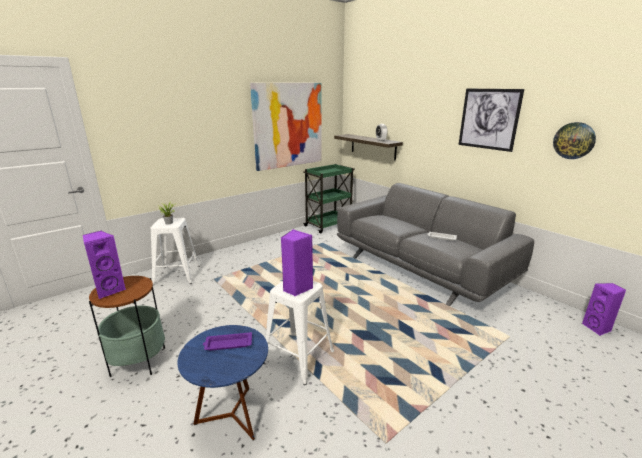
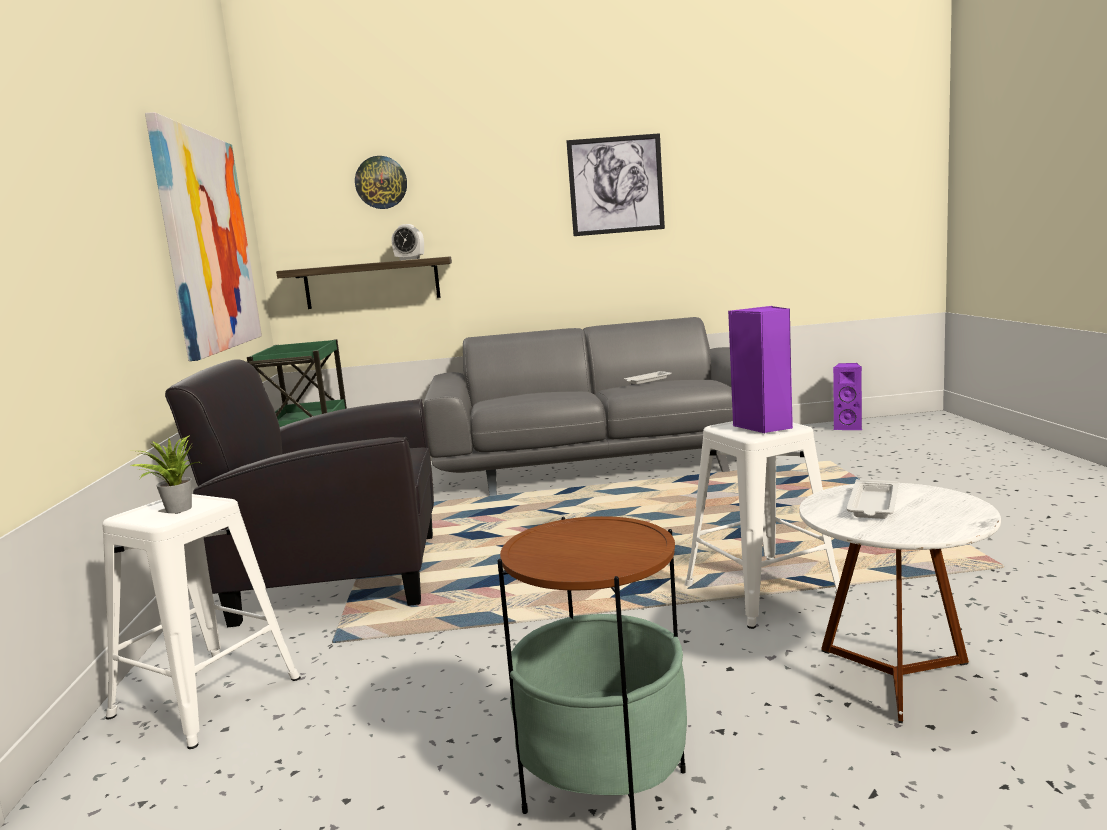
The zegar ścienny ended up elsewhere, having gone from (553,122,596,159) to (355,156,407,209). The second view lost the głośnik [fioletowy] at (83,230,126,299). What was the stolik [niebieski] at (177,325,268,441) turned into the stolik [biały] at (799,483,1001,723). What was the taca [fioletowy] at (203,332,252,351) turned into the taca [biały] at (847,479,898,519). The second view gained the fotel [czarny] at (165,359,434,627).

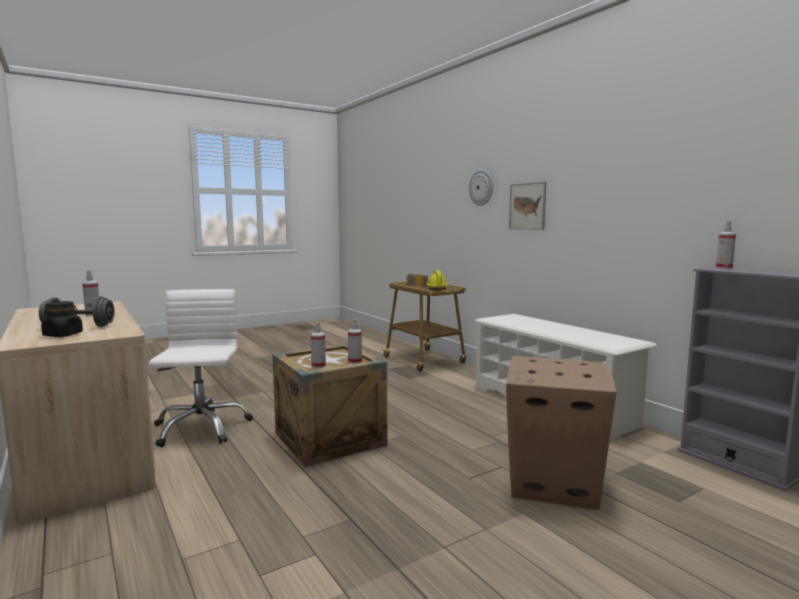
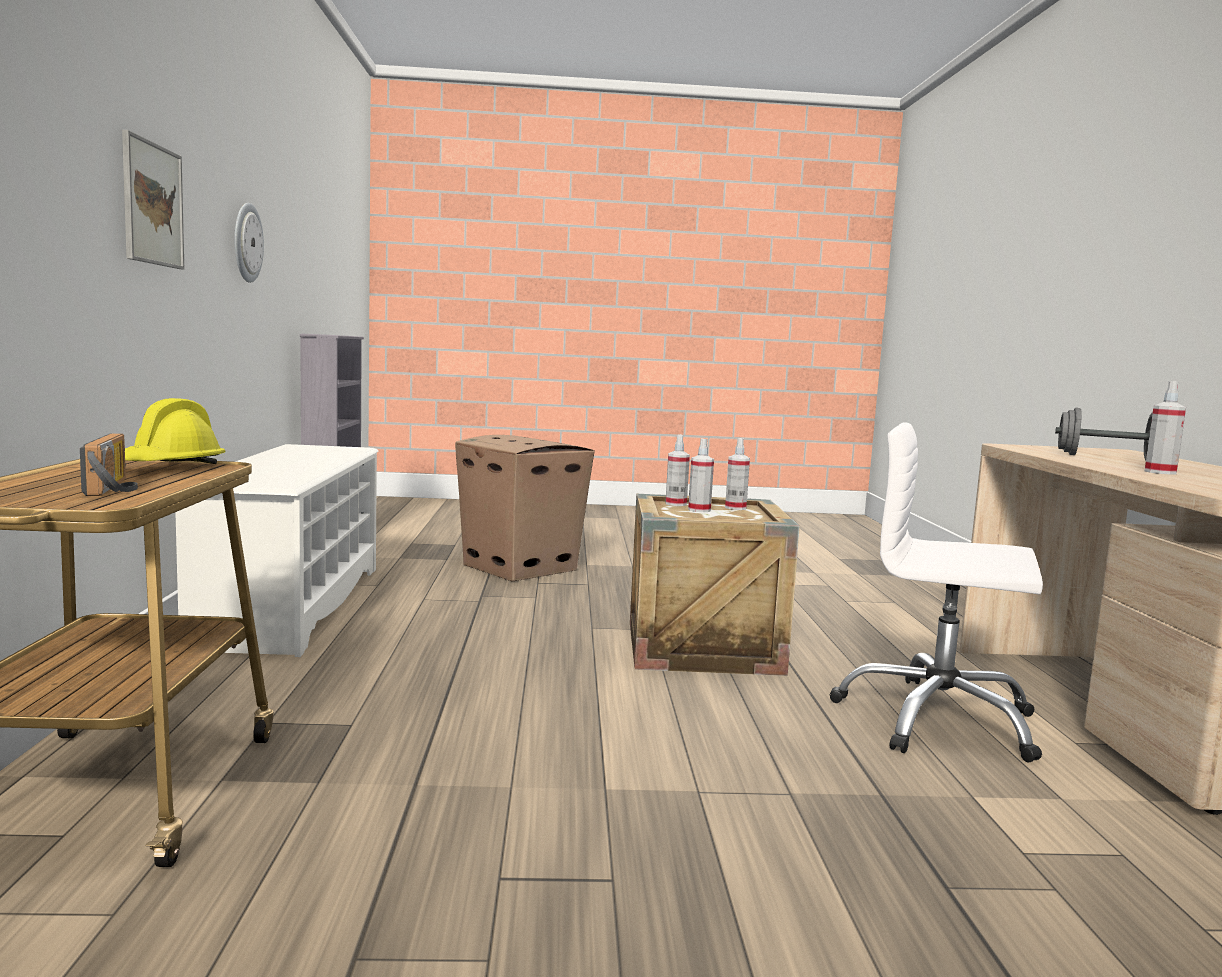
The zegar ścienny ended up elsewhere, having gone from (469,169,493,206) to (234,203,264,283). The spryskiwacz ended up elsewhere, having gone from (716,221,736,269) to (688,438,714,512). The krzesło biurowe [biały] at (149,289,253,447) ended up facing another way, 90 degrees clockwise from before. The second view lost the słoik [czarny] at (41,301,83,337).

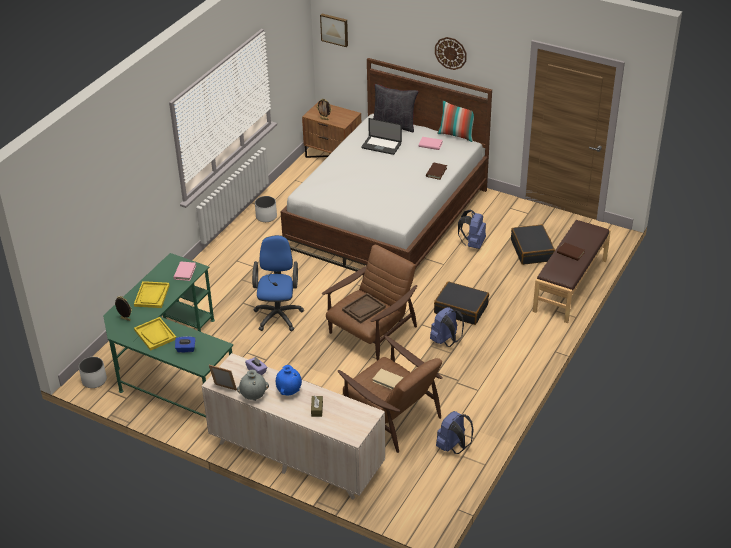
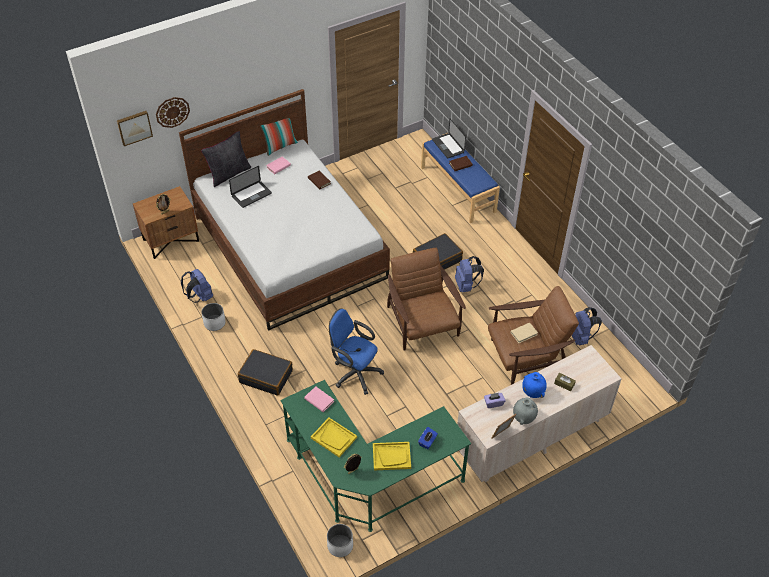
The zegar ścienny ended up elsewhere, having gone from (435,37,467,70) to (156,97,190,128). The plecak [niebieski] ended up elsewhere, having gone from (458,210,486,249) to (181,269,213,303). What was the ławka [brązowy] at (533,220,611,323) turned into the ławka [niebieski] at (421,133,500,223). The walizka [czarny] ended up elsewhere, having gone from (511,224,555,265) to (238,349,293,396). The second view lost the taca [brązowy] at (342,293,386,324). The second view gained the laptop at (432,118,466,158).

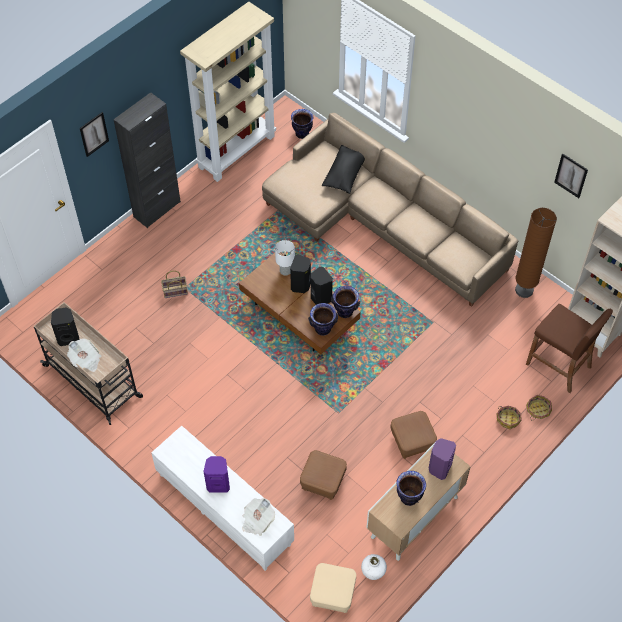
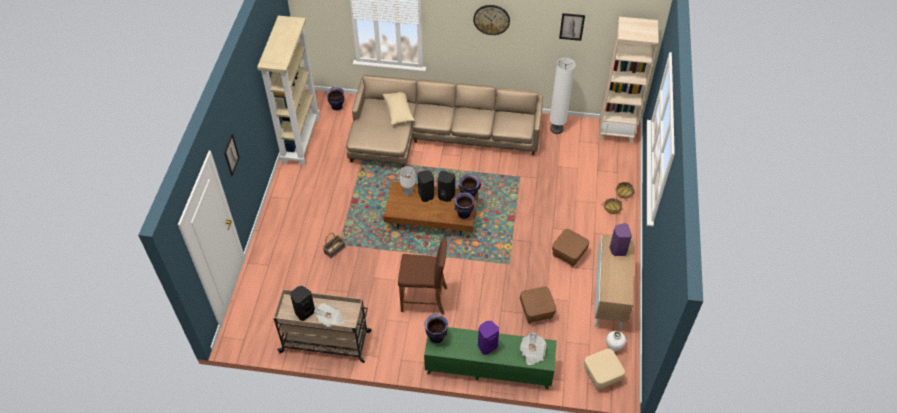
The second view lost the szafka [czarny] at (113,92,181,228). What was the poduszka [czarny] at (322,145,365,194) turned into the poduszka [beżowy] at (383,92,415,125). What was the lampa stojąca [brązowy] at (515,208,557,298) turned into the lampa stojąca [biały] at (550,58,575,134). The stołek [brązowy] ended up elsewhere, having gone from (526,304,613,393) to (398,237,447,315). What was the szafka pod telewizor [biały] at (151,426,294,571) turned into the szafka pod telewizor [zielony] at (424,327,557,389). The wazon ended up elsewhere, having gone from (396,471,426,506) to (424,314,448,343). The second view gained the zegar ścienny at (473,5,510,35).

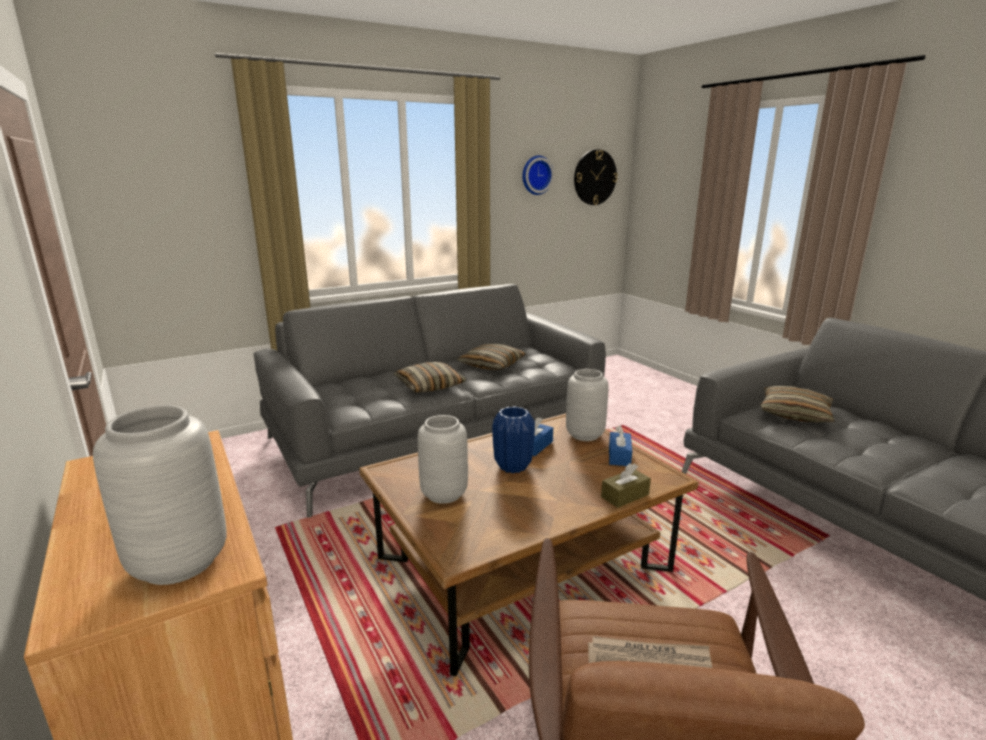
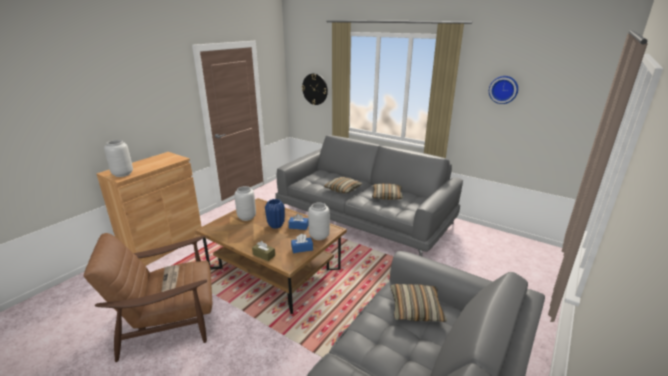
The zegar ścienny ended up elsewhere, having gone from (574,149,617,205) to (302,73,328,105).

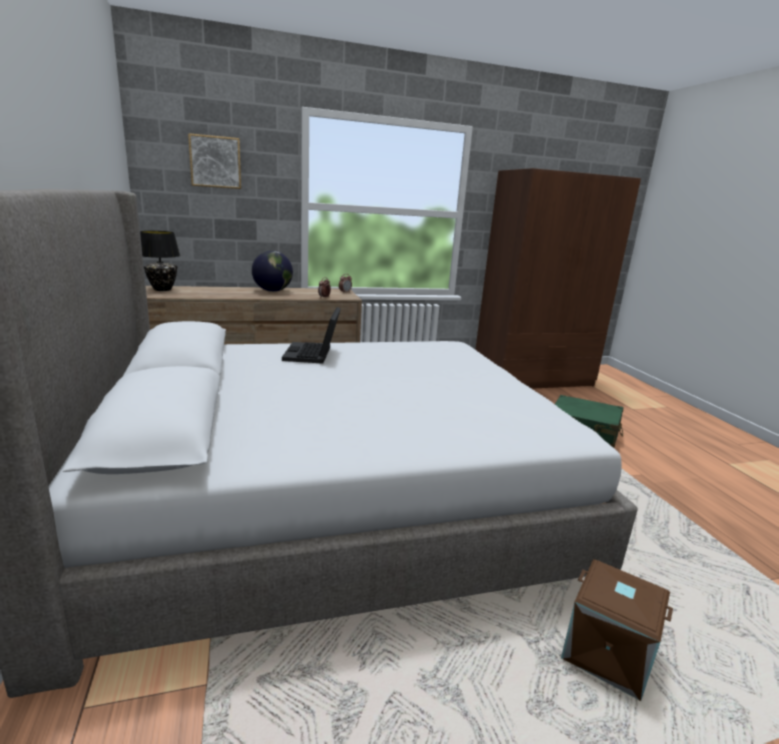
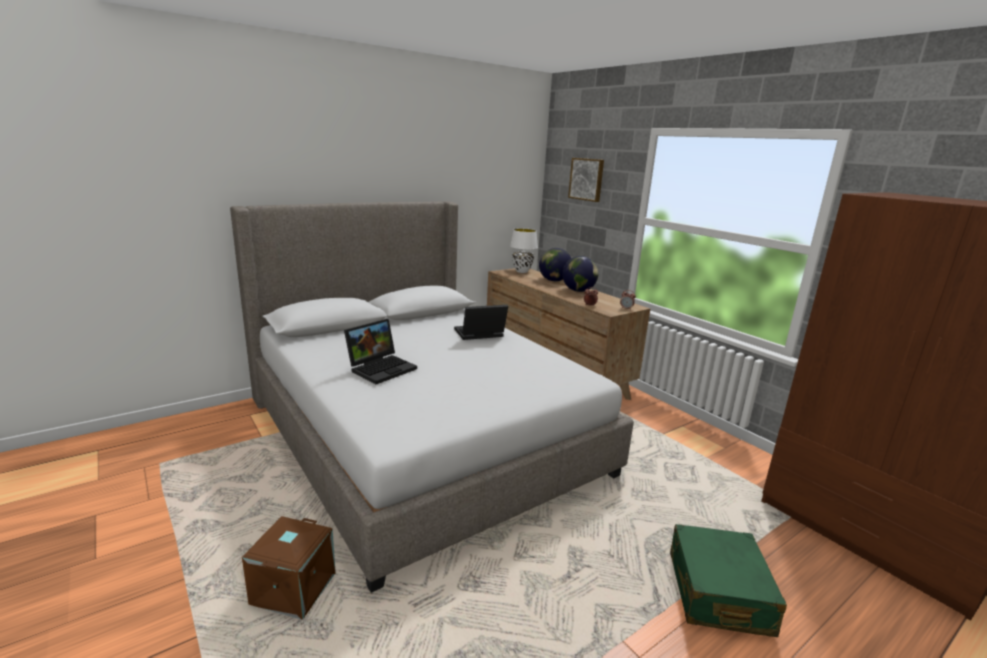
What was the lampa stołowa [czarny] at (140,231,180,291) turned into the lampa stołowa [biały] at (510,228,538,273). The second view gained the globus at (539,248,571,281). The second view gained the laptop at (344,319,417,384).

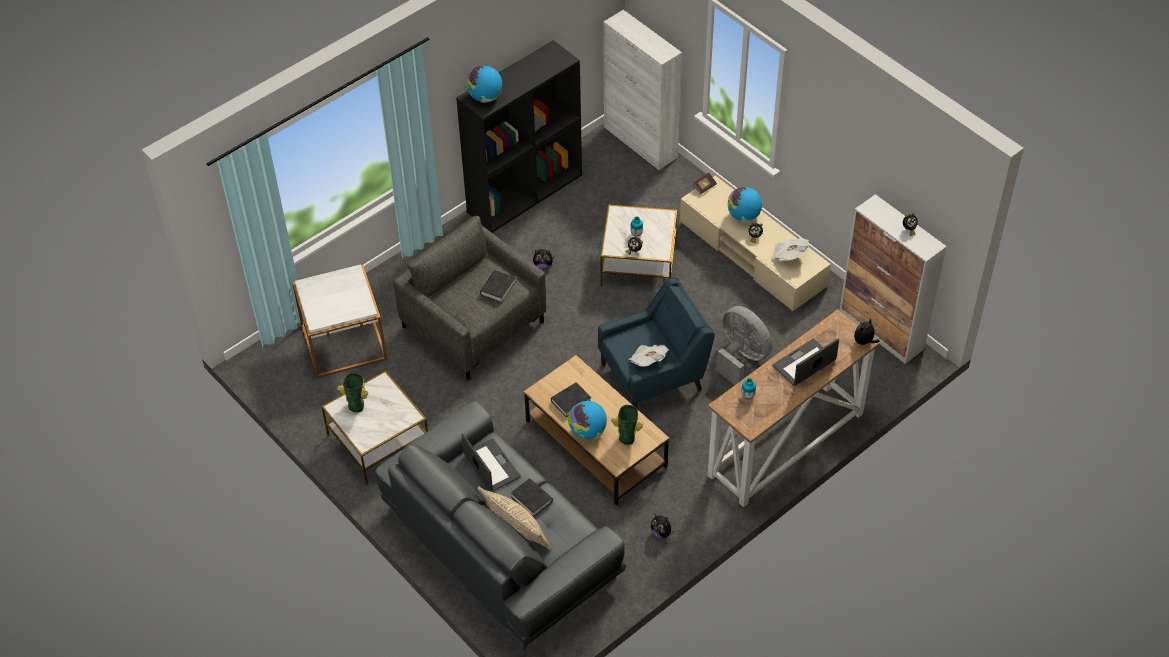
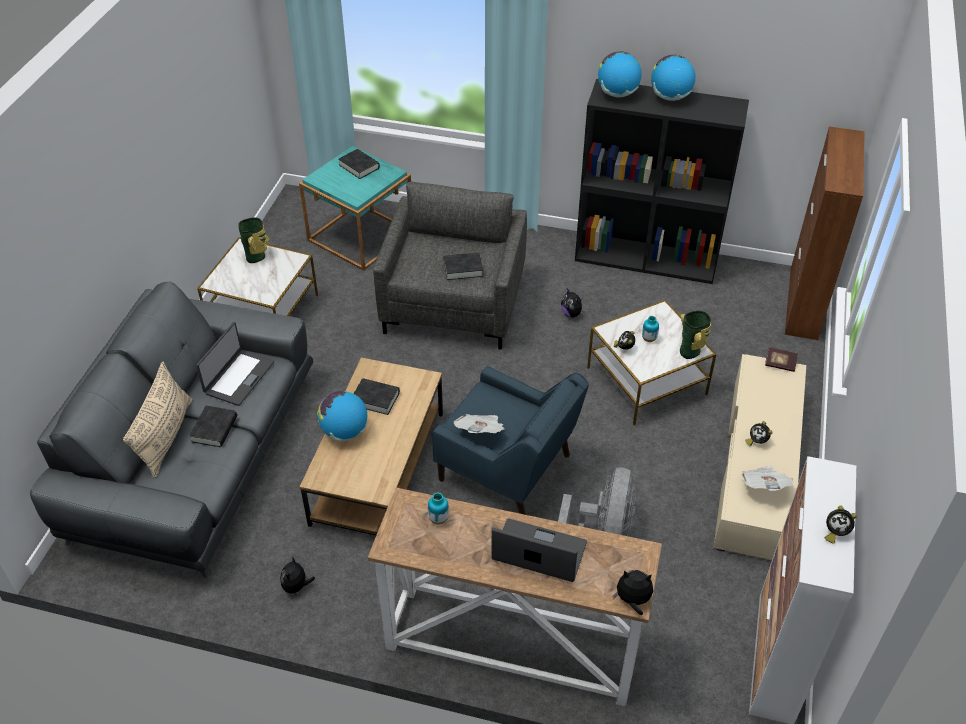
What was the szafka [biały] at (603,10,682,170) turned into the szafka [brązowy] at (785,127,865,340). The globus ended up elsewhere, having gone from (728,187,762,222) to (651,55,695,101). What was the stolik [biały] at (292,264,387,378) turned into the stolik [turkusowy] at (299,146,411,270). The wazon ended up elsewhere, having gone from (611,405,643,445) to (680,310,711,359). The second view gained the książka [czarny] at (338,149,380,179).

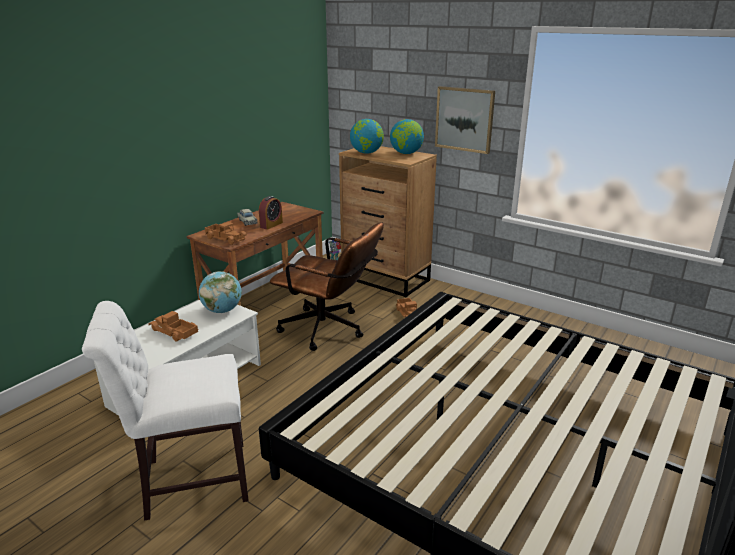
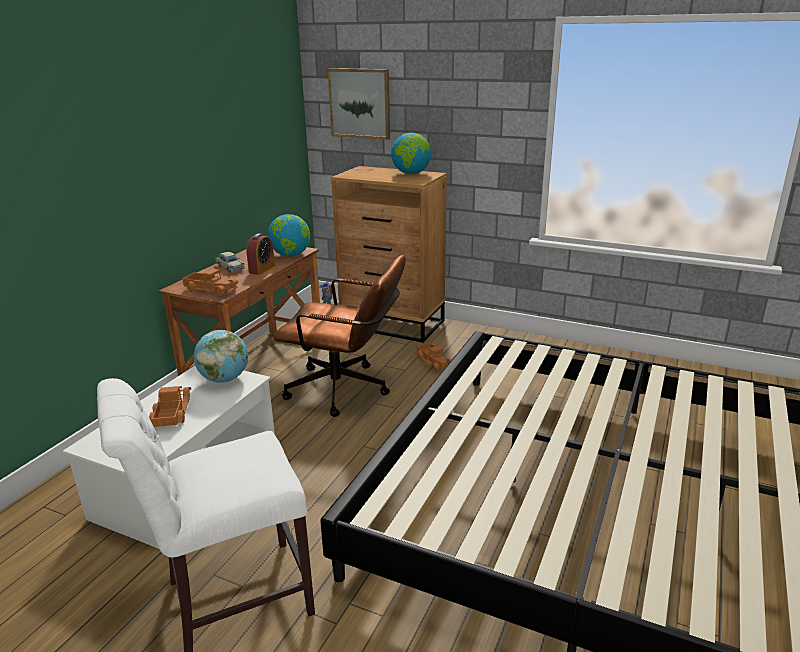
The obraz ended up elsewhere, having gone from (435,86,495,154) to (328,68,390,140). The globus ended up elsewhere, having gone from (350,119,384,154) to (268,214,310,257). The ciężarówka zabawkowa at (148,311,199,342) ended up facing another way, 60 degrees clockwise from before.

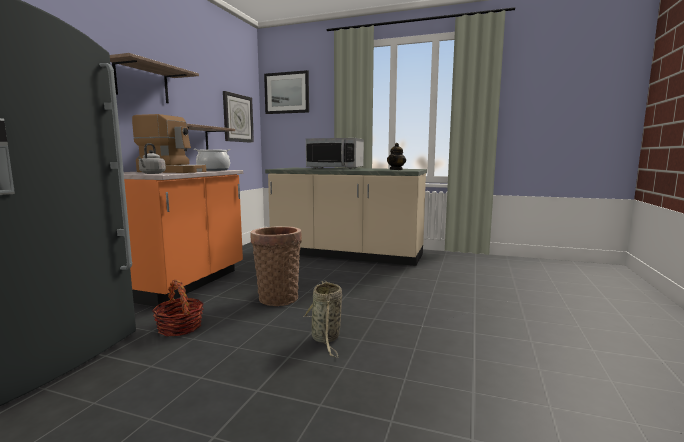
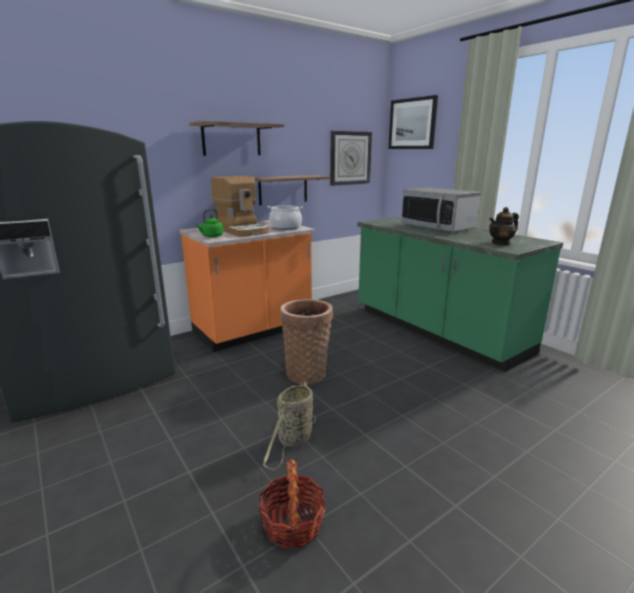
What was the czajnik [szary] at (138,143,166,174) turned into the czajnik [zielony] at (196,209,224,238). What was the zabudowa kuchenna [beżowy] at (265,168,427,266) turned into the zabudowa kuchenna [zielony] at (357,217,563,372). The koszyk ended up elsewhere, having gone from (152,280,204,336) to (258,459,326,549).

